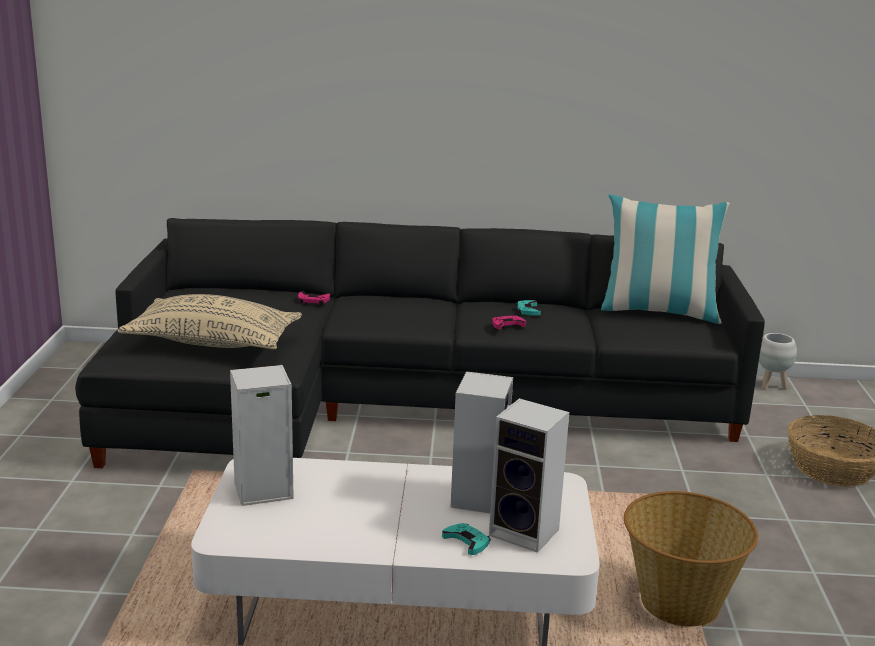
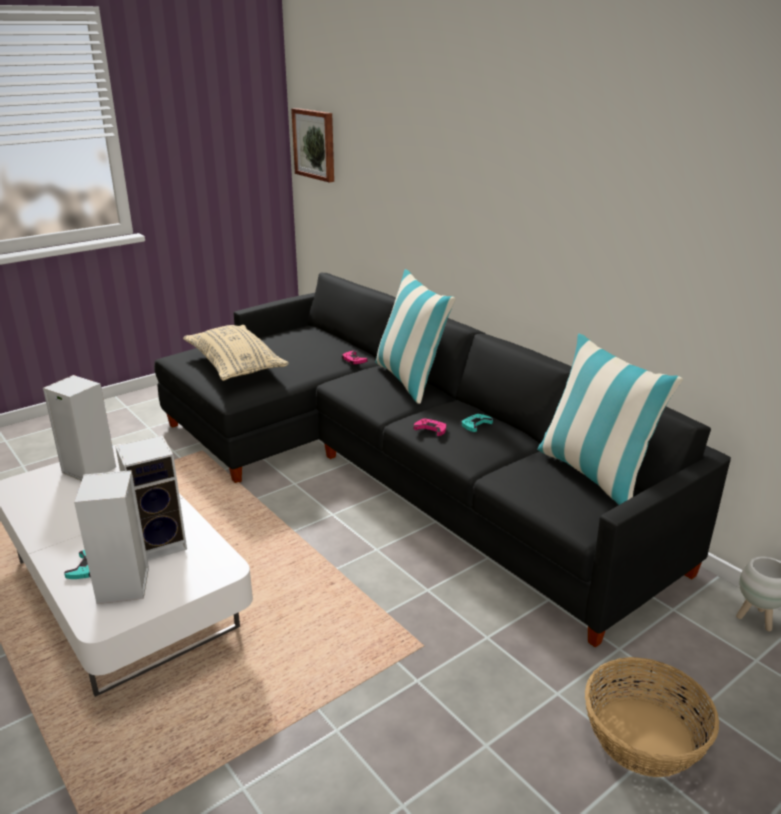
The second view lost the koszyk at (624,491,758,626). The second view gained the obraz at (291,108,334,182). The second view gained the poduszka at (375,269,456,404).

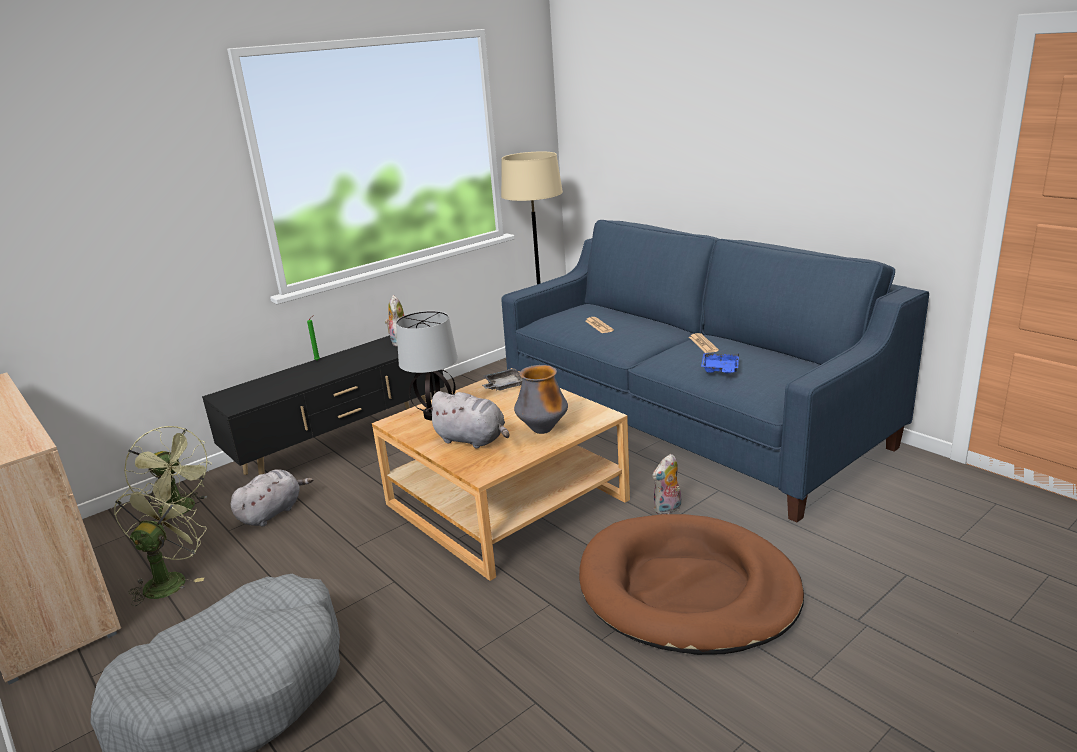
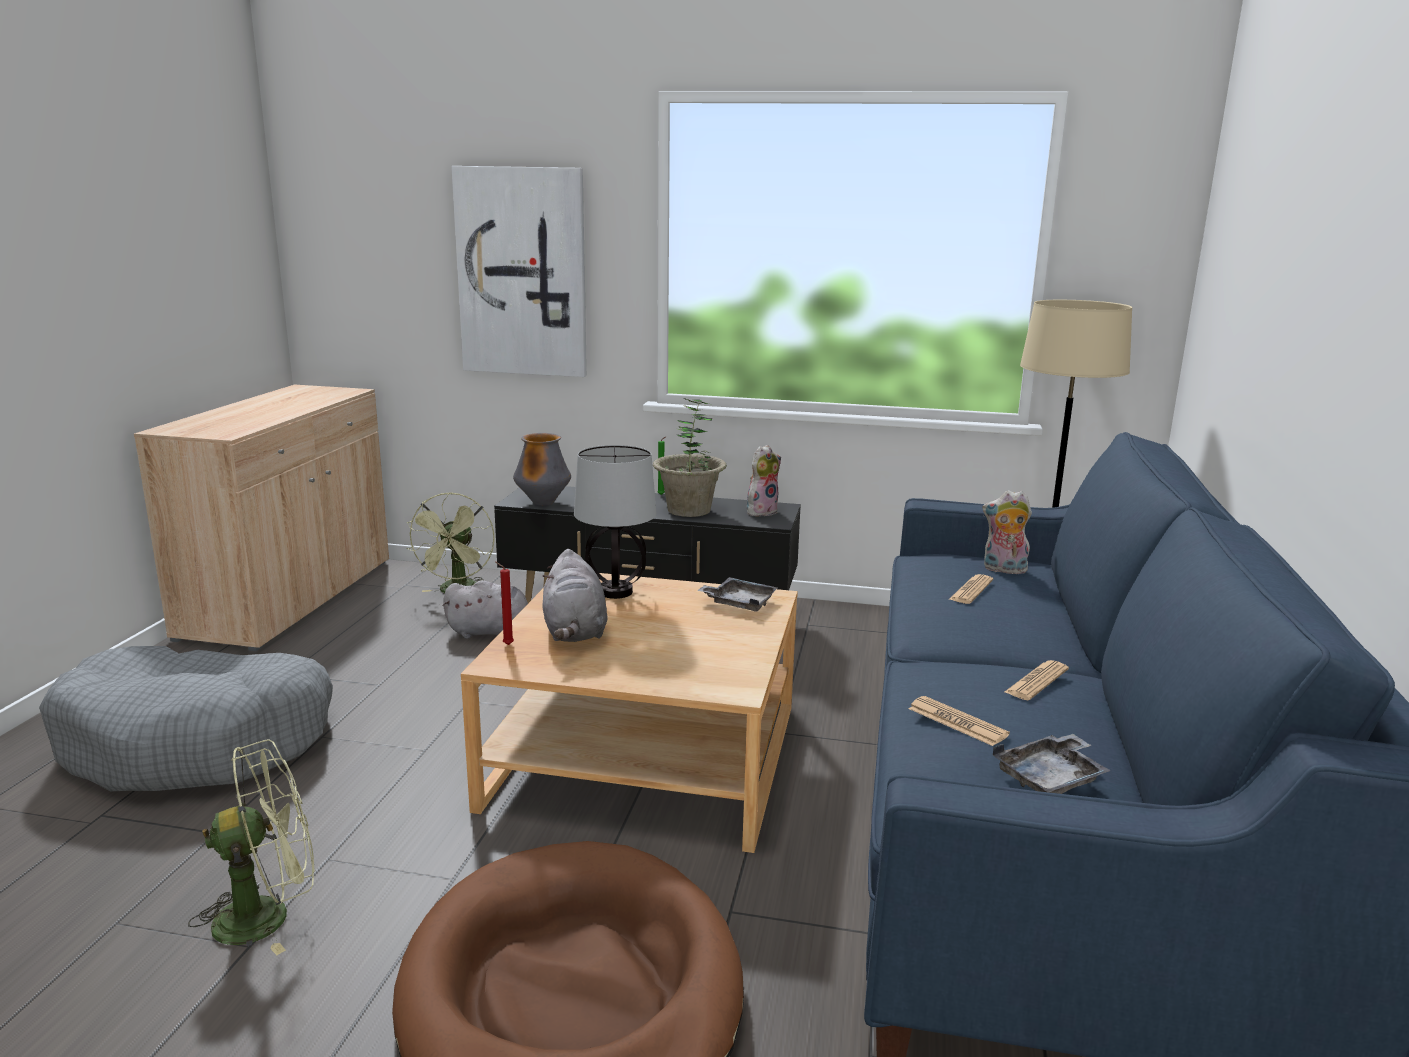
Where the taca [niebieski] stood at (701,352,739,373), the gazeta came to stand at (908,696,1010,746). The wazon ended up elsewhere, having gone from (514,365,568,434) to (513,433,571,506). The pluszak ended up elsewhere, having gone from (652,454,681,515) to (982,490,1032,574). The wentylator [zielony] ended up elsewhere, having gone from (114,483,206,606) to (188,740,315,955). The second view gained the obraz at (451,166,587,377). The second view gained the roślina doniczkowa at (653,398,727,517). The second view gained the świeca [czerwony] at (496,562,514,645). The second view gained the taca [szary] at (993,734,1111,794).

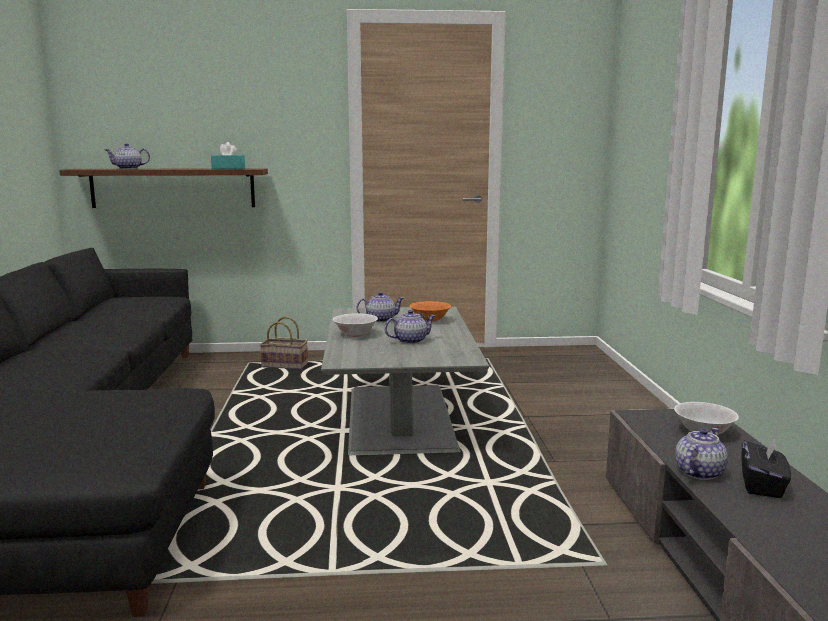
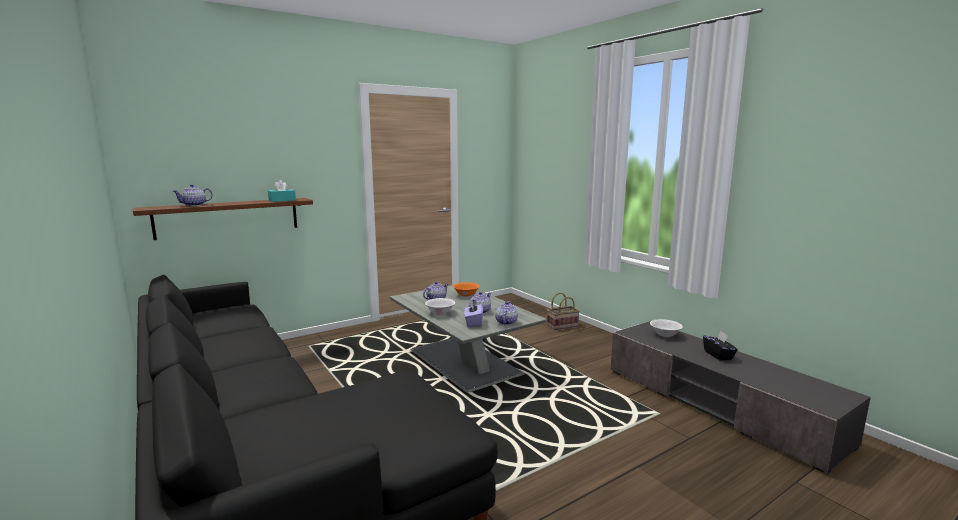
The koszyk ended up elsewhere, having gone from (260,316,308,369) to (547,293,580,330). The imbryk ended up elsewhere, having gone from (675,428,728,480) to (495,301,518,325). The second view gained the pudełko chusteczek [fioletowy] at (464,301,483,327).

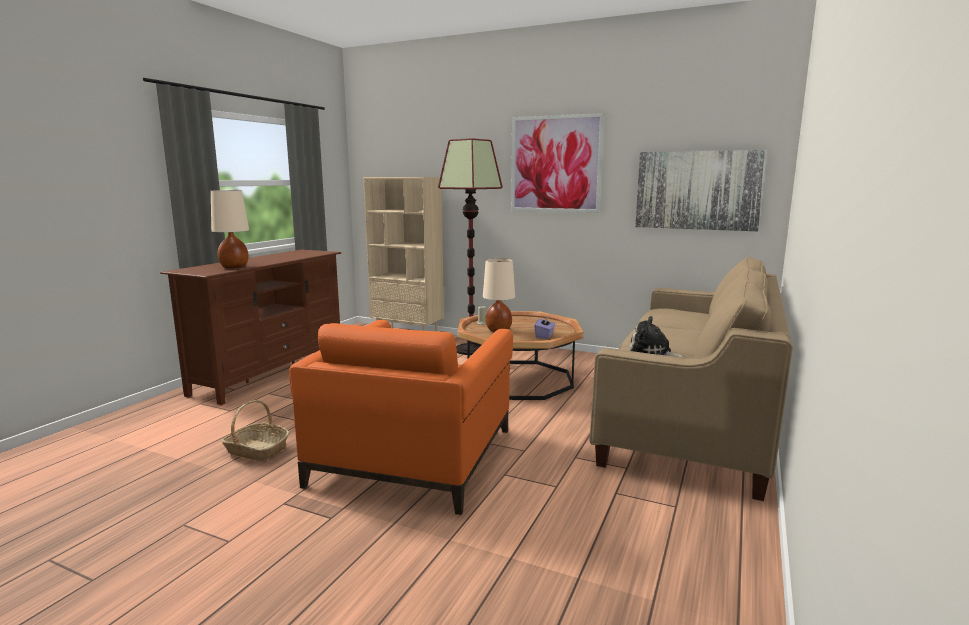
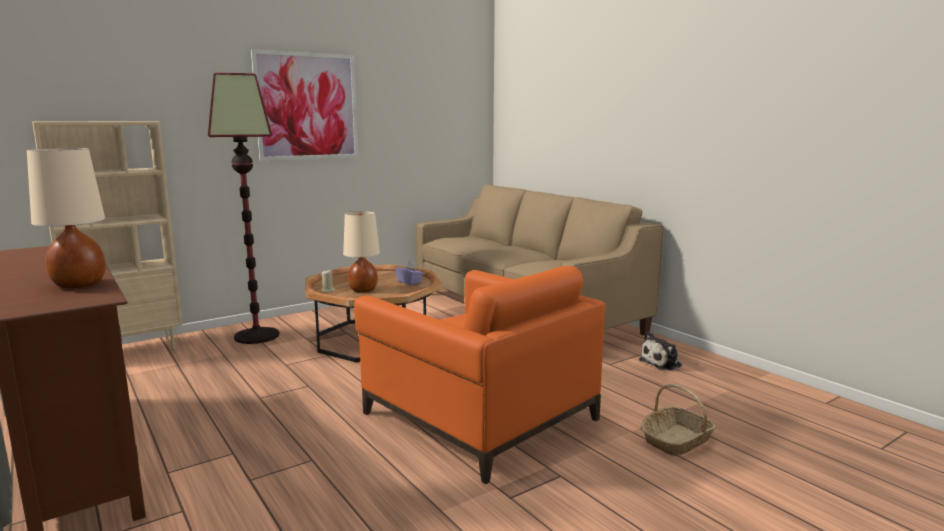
The second view lost the obraz at (635,150,767,231). The pluszak ended up elsewhere, having gone from (630,316,686,357) to (639,331,682,371). The koszyk ended up elsewhere, having gone from (221,400,290,461) to (641,384,716,456).

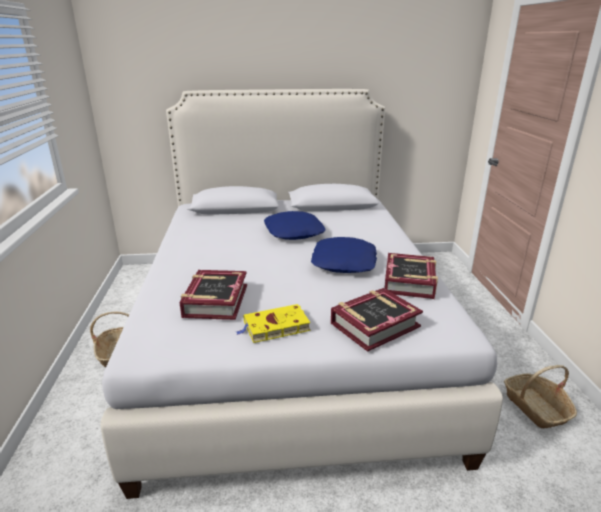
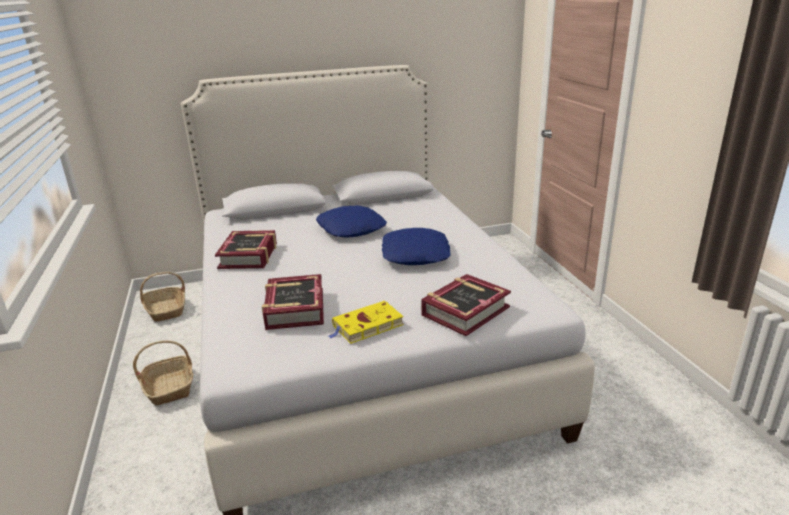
The książka ended up elsewhere, having gone from (385,253,438,299) to (215,230,277,269). The koszyk ended up elsewhere, having gone from (504,365,577,428) to (140,272,185,322).

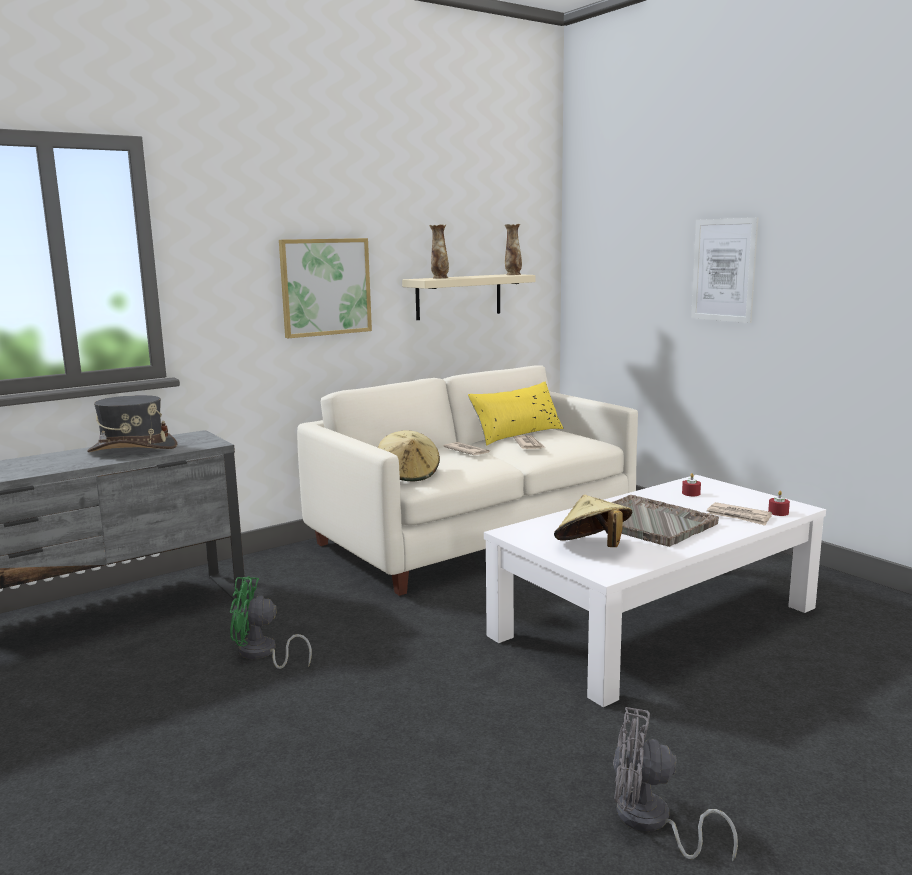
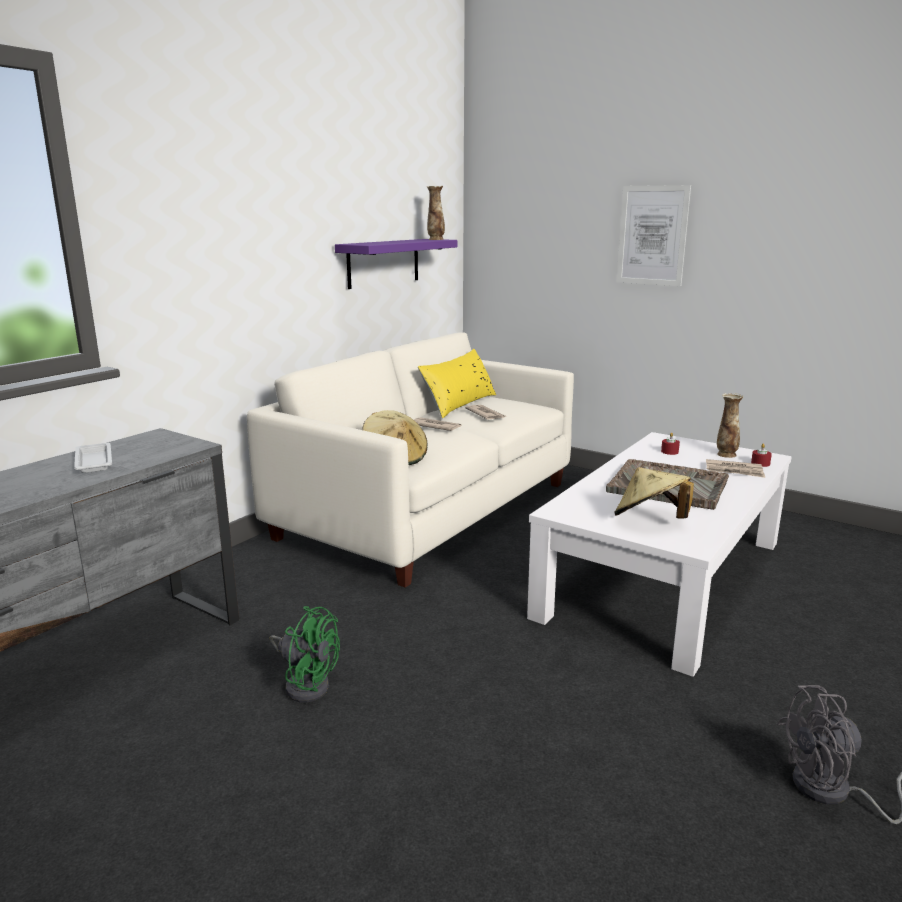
The wazon ended up elsewhere, having gone from (429,224,449,279) to (717,393,743,458). The second view lost the obraz at (279,238,372,338). What was the półka [beżowy] at (402,274,535,320) turned into the półka [fioletowy] at (335,239,457,289). Where the kapelusz [szary] stood at (87,395,177,452), the taca [biały] came to stand at (74,443,112,473). The wentylator [zielony] at (230,576,312,669) ended up facing another way, 135 degrees counterclockwise from before.

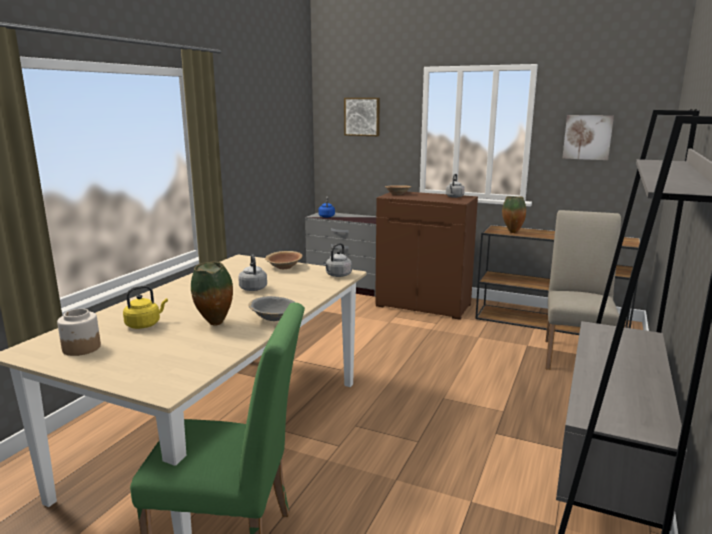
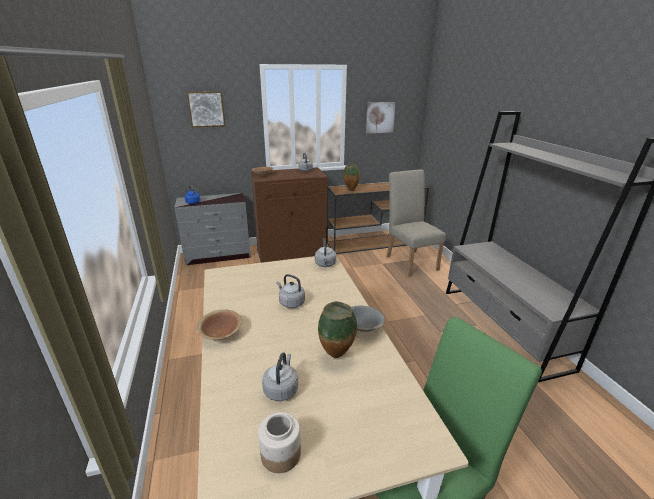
The miska [brązowy] ended up elsewhere, having gone from (265,251,303,269) to (196,309,242,340). What was the czajnik [żółty] at (123,285,168,329) turned into the czajnik [szary] at (262,352,298,401).

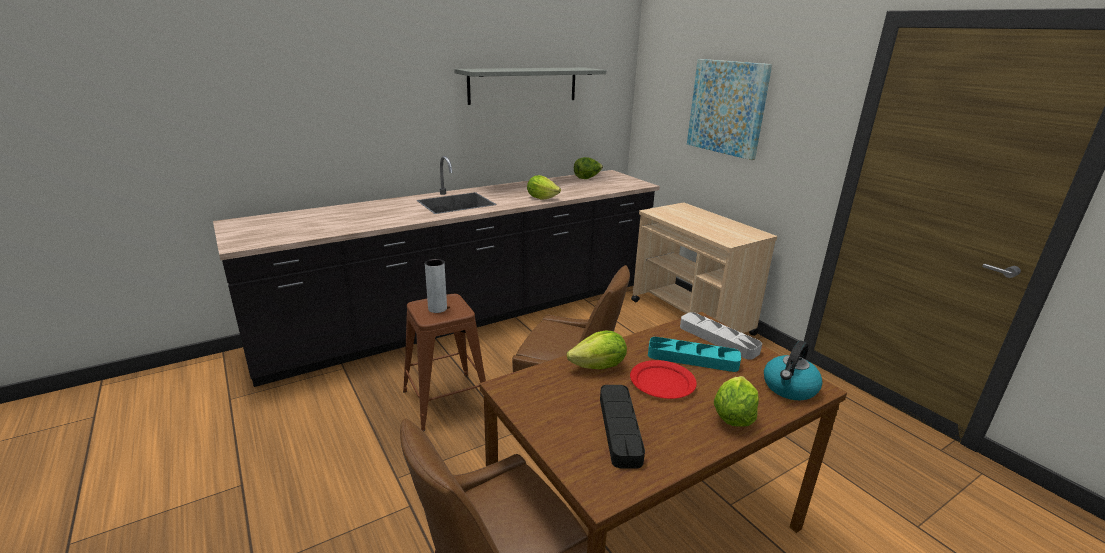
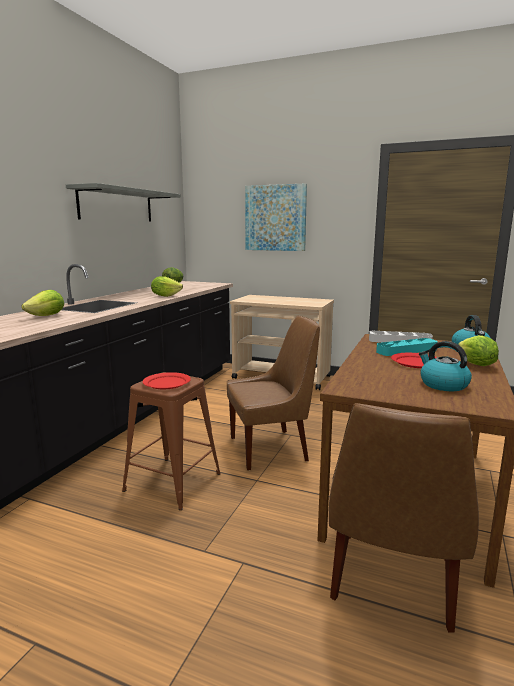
Where the wazon [szary] stood at (425,259,447,313), the talerz [czerwony] came to stand at (143,372,191,389). The sałata ended up elsewhere, having gone from (567,331,627,370) to (22,290,64,316). Where the taca [czarny] stood at (600,385,645,468), the czajnik came to stand at (419,341,472,391).

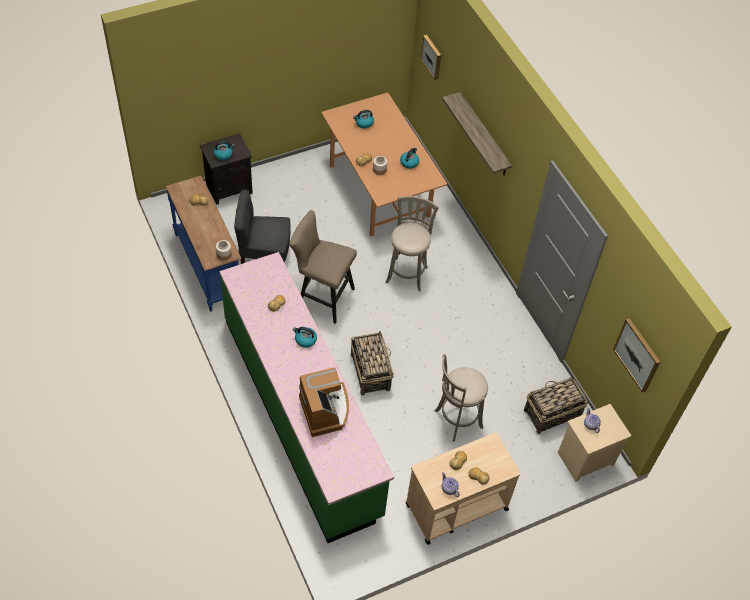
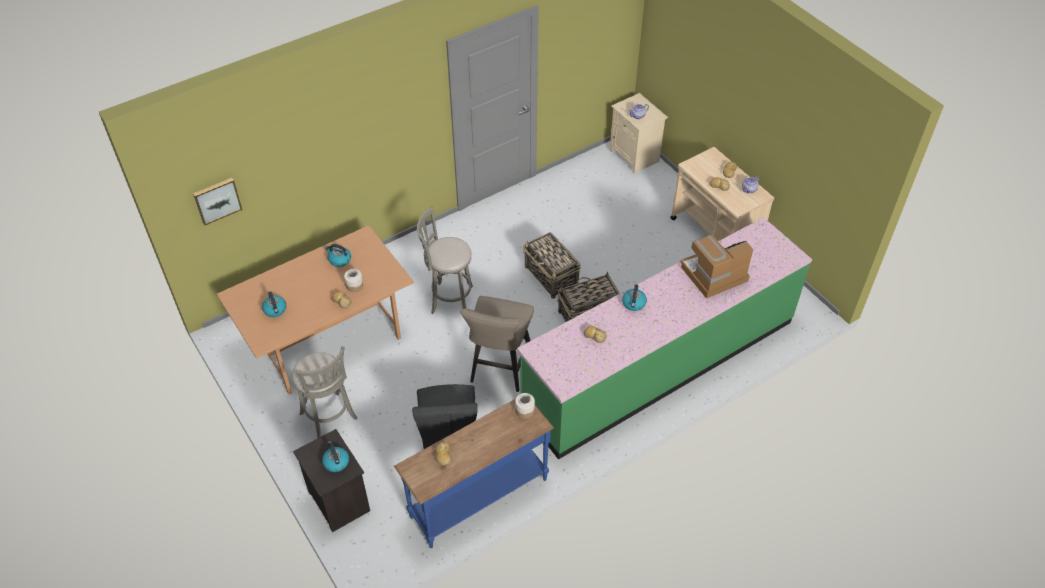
The second view lost the półka at (442,92,512,175). The second view lost the obraz at (613,318,660,393). The stołek [szary] ended up elsewhere, having gone from (435,354,488,441) to (292,346,357,438). The koszyk ended up elsewhere, having gone from (524,376,588,434) to (523,232,581,299).

